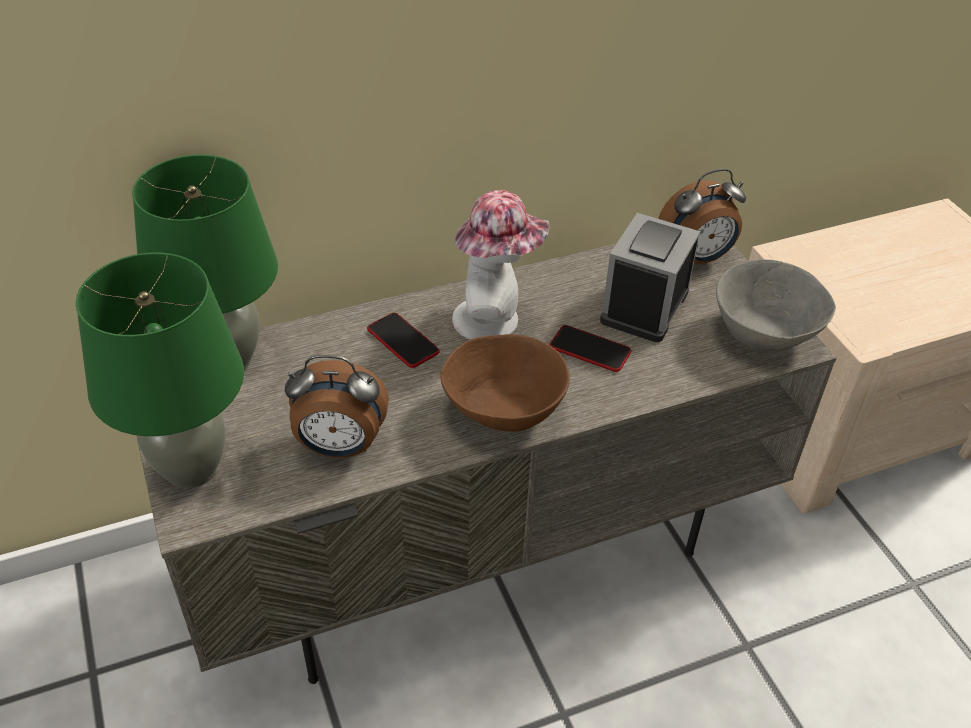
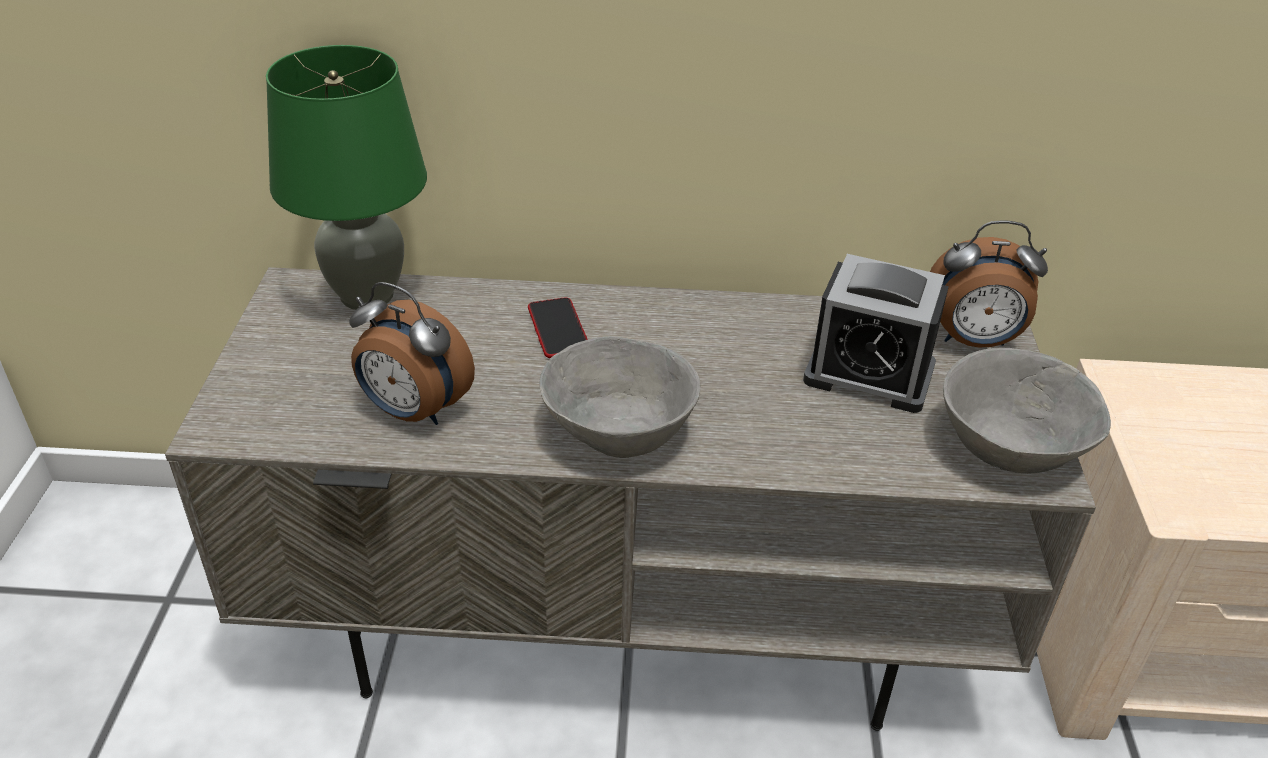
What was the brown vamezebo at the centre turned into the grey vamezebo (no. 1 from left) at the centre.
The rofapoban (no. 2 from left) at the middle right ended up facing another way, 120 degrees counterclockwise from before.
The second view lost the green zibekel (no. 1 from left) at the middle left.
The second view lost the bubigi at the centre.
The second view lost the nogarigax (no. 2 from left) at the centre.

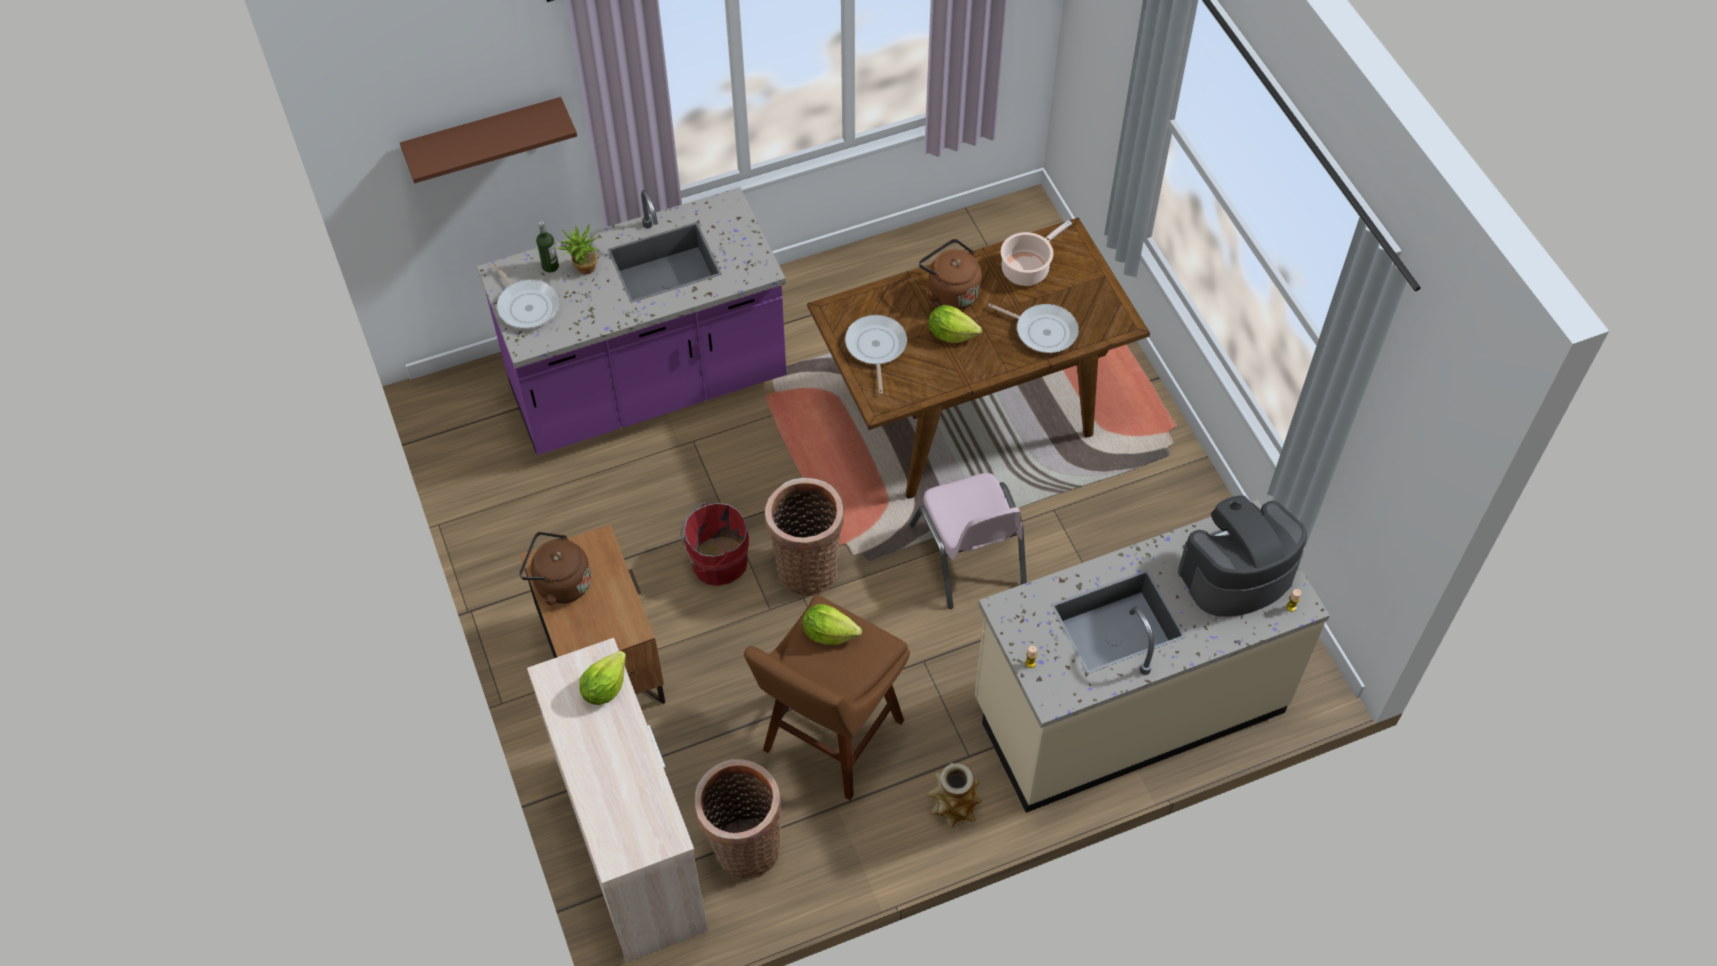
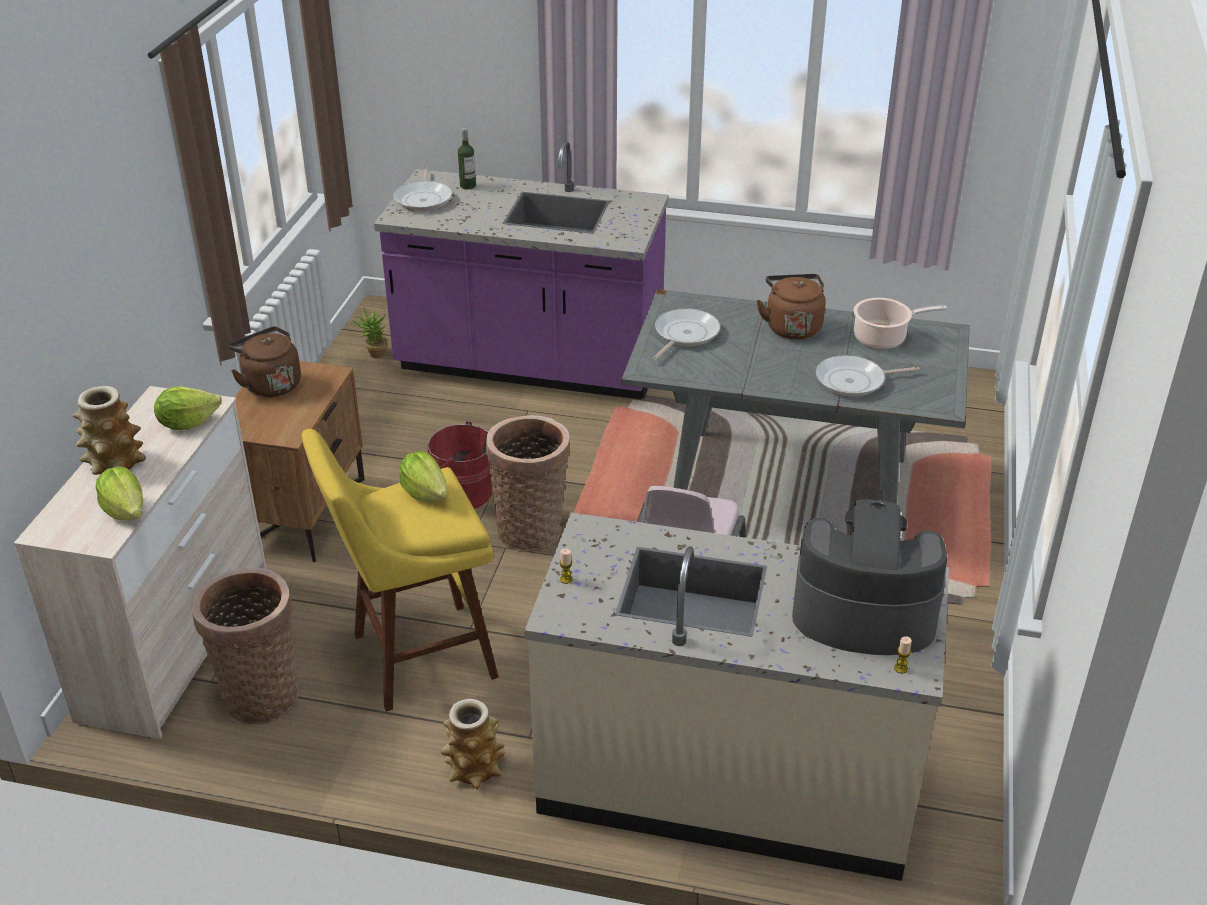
The second view gained the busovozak (no. 1 from left) at the middle left.
The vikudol (no. 3 from left in the first image) ended up elsewhere, having gone from the centre to the middle left.
What was the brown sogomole at the bottom centre turned into the yellow sogomole at the middle left.
The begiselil ended up elsewhere, having gone from the top centre to the middle left.
What was the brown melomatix at the centre turned into the grey melomatix at the centre.
The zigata (no. 3 from left) at the centre ended up facing another way, 105 degrees clockwise from before.
The second view lost the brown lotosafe at the top left.

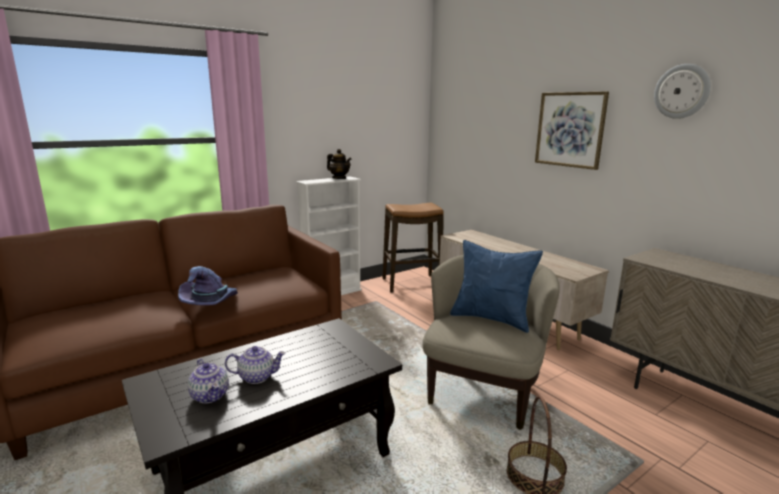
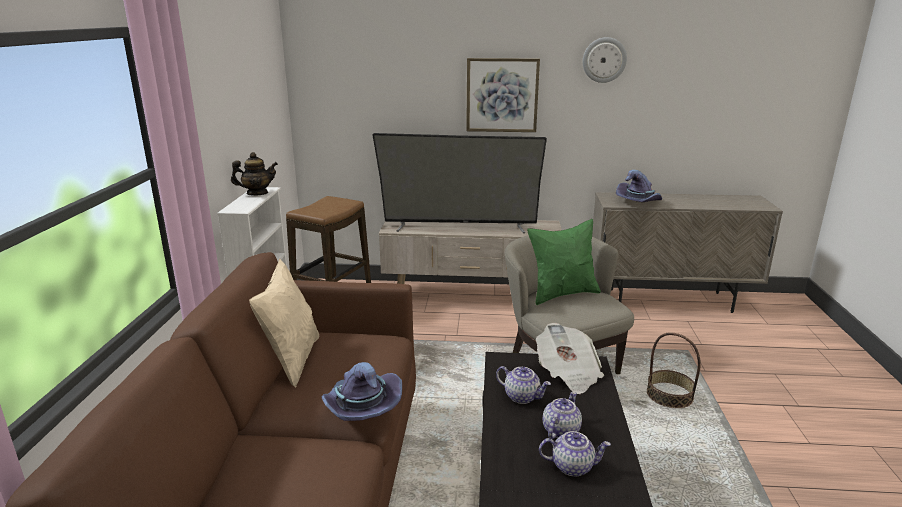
The second view gained the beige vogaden at the middle left.
The second view gained the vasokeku at the centre.
The second view gained the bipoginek (no. 2 from left) at the bottom centre.
What was the blue vogaden at the centre turned into the green vogaden at the centre.
The second view gained the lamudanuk at the bottom centre.
The second view gained the purple bubigi (no. 2 from left) at the middle right.

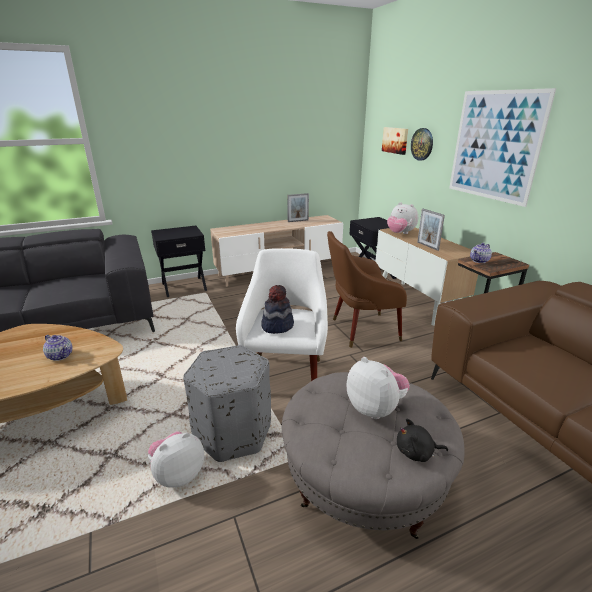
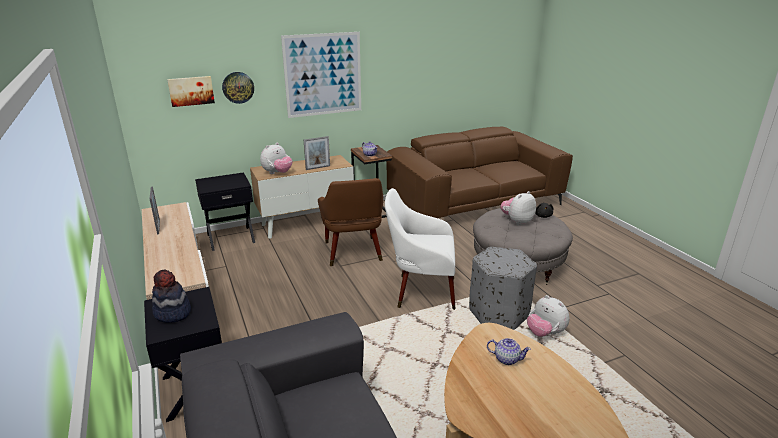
The bubigi ended up elsewhere, having gone from the centre to the bottom left.
The bipoginek (no. 1 from left in the first image) at the middle left ended up facing another way, 75 degrees clockwise from before.

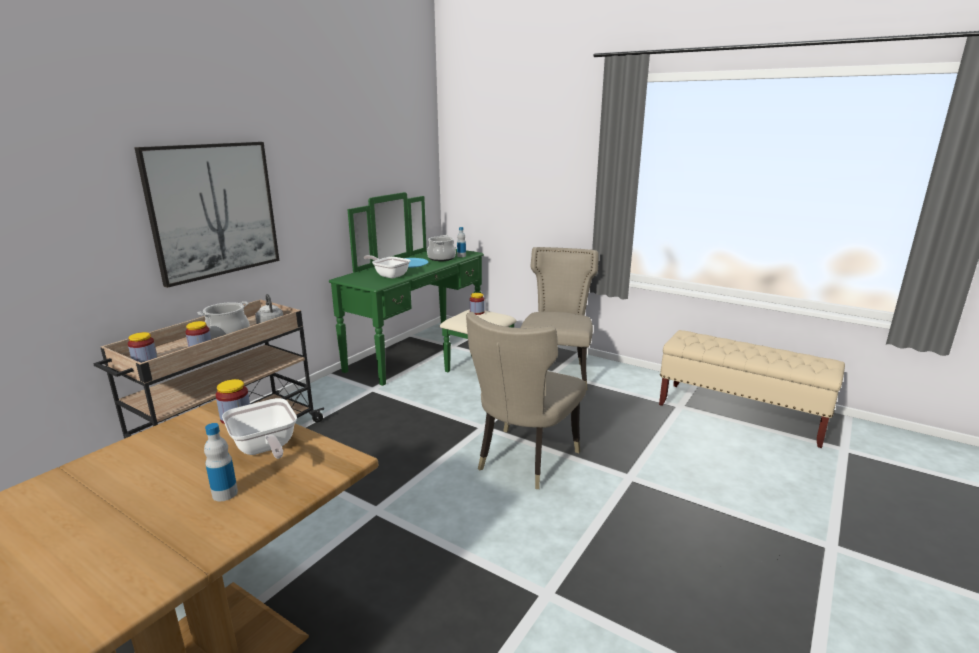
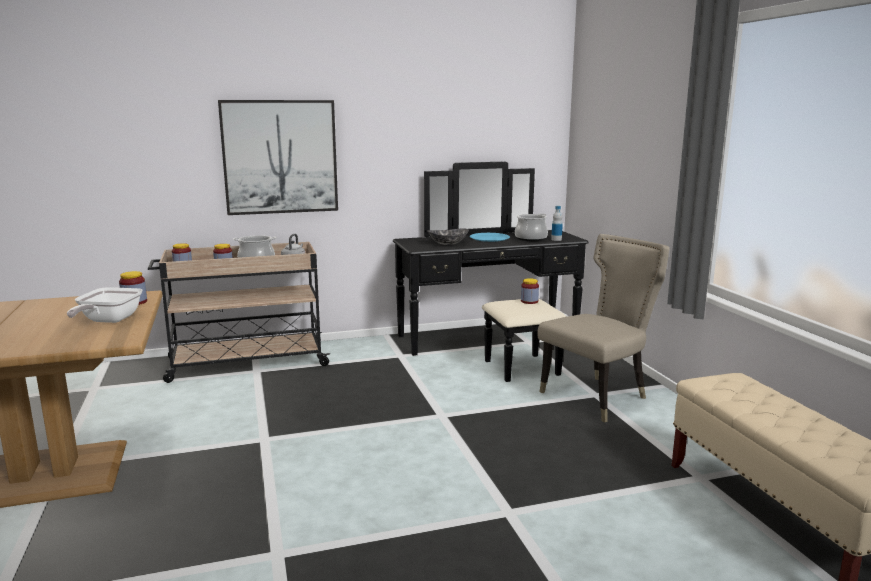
What was the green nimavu at the centre turned into the black nimavu at the centre.
Where the zigata (no. 2 from left) stood at the centre, the vamezebo came to stand at the centre.
The second view lost the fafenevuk (no. 1 from left) at the bottom left.
The second view lost the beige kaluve (no. 1 from left) at the centre.

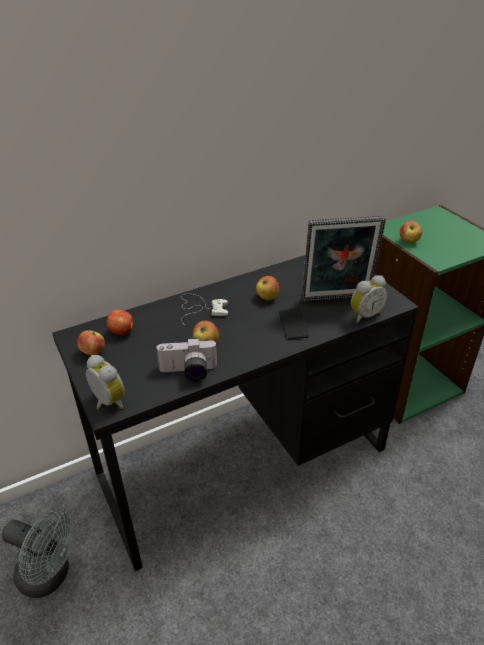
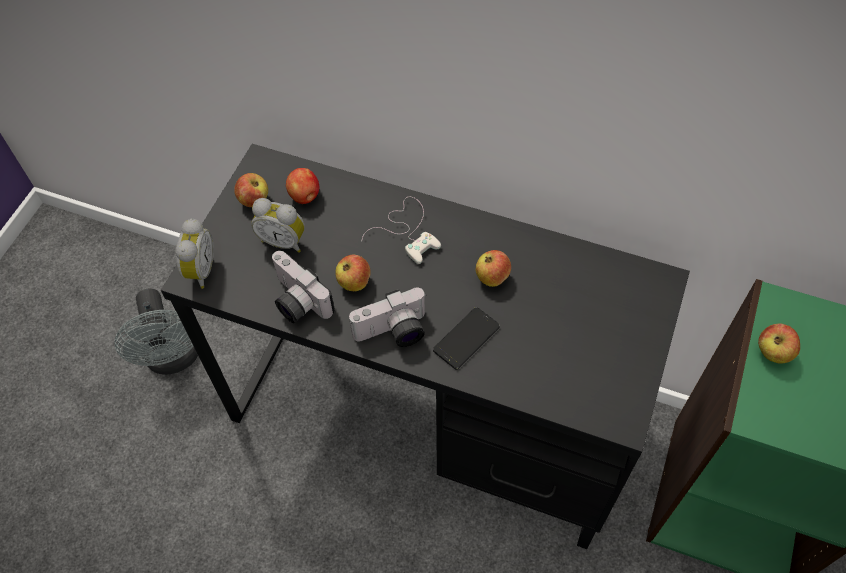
The rofapoban (no. 2 from left) ended up elsewhere, having gone from the middle right to the middle left.
The second view gained the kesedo (no. 2 from left) at the centre.
The second view lost the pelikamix at the middle right.

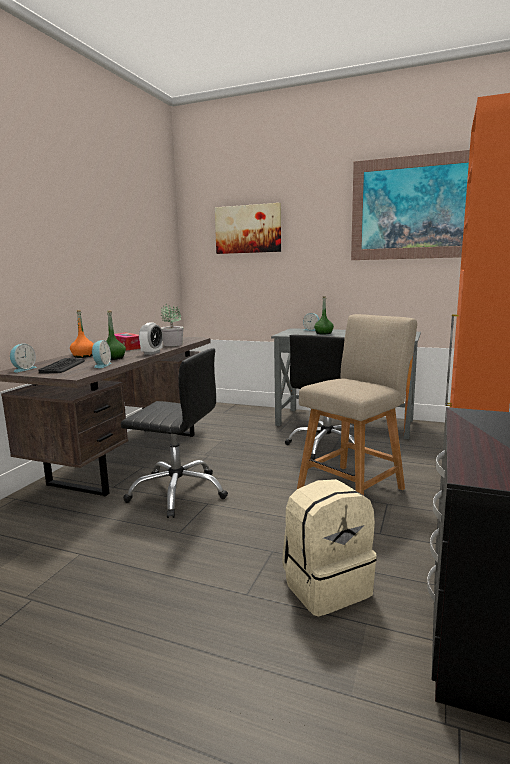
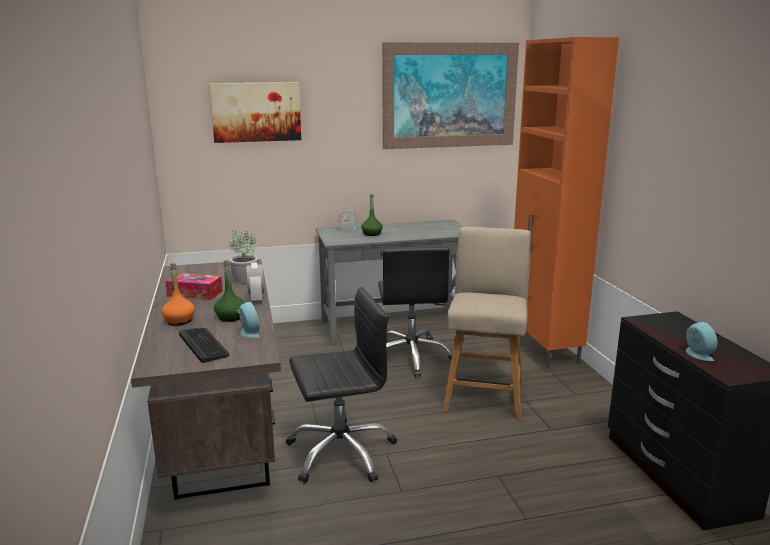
The rofapoban (no. 1 from left in the first image) ended up elsewhere, having gone from the middle left to the middle right.
The second view lost the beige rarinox at the bottom centre.

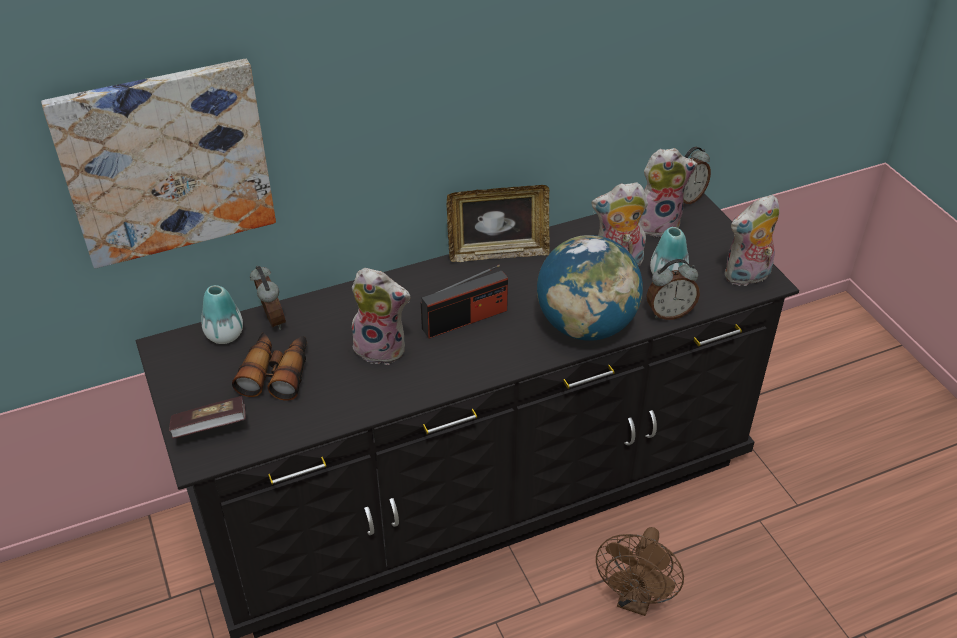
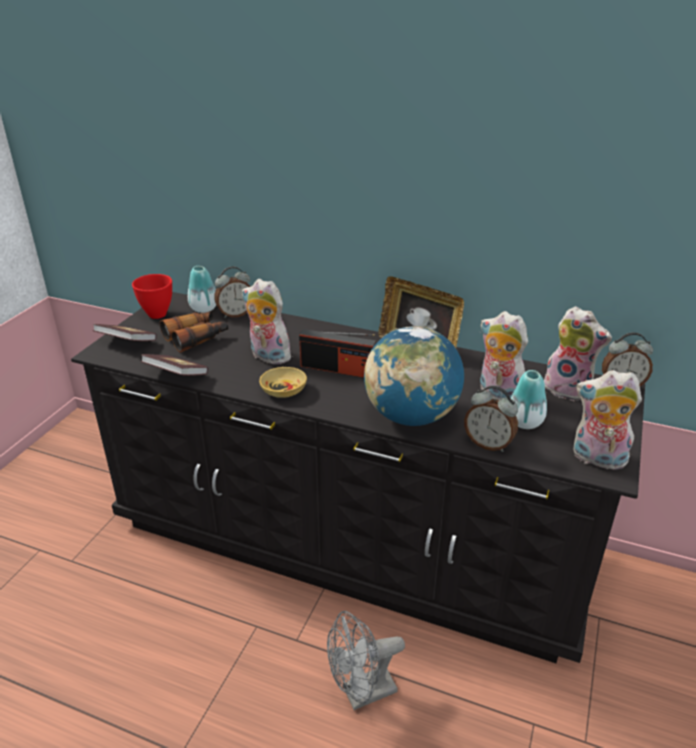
The second view gained the red vamezebo at the middle left.
The second view gained the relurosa (no. 2 from left) at the middle left.
The rofapoban (no. 1 from left) at the middle left ended up facing another way, 45 degrees clockwise from before.
The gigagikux (no. 1 from left) at the centre ended up facing another way, 150 degrees clockwise from before.
The second view gained the beige vamezebo at the centre.
What was the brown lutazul at the bottom right turned into the grey lutazul at the bottom centre.
The second view lost the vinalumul at the top left.

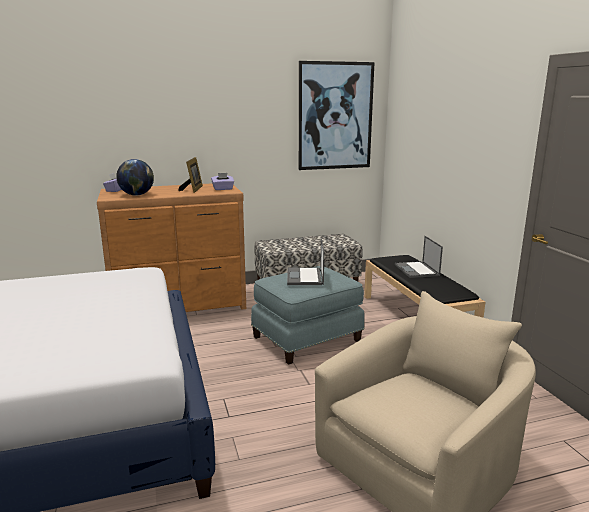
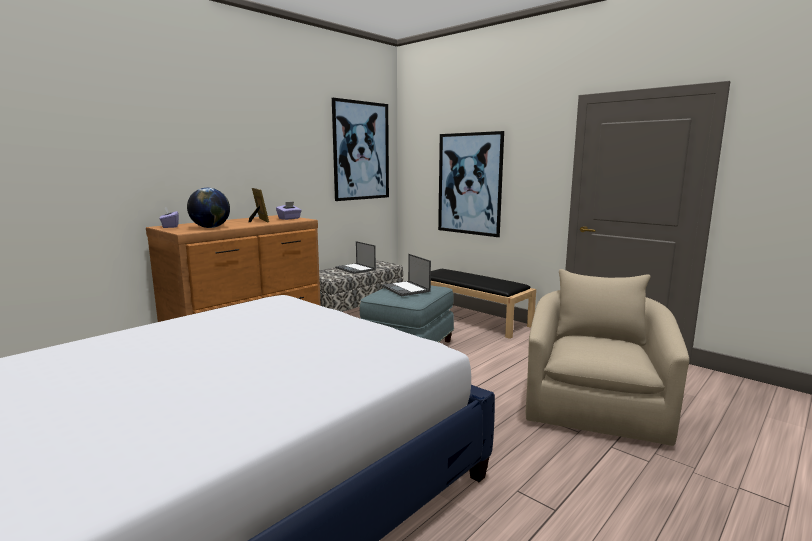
The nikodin (no. 2 from left in the first image) ended up elsewhere, having gone from the middle right to the centre.
The second view gained the vinalumul (no. 2 from left) at the centre.

